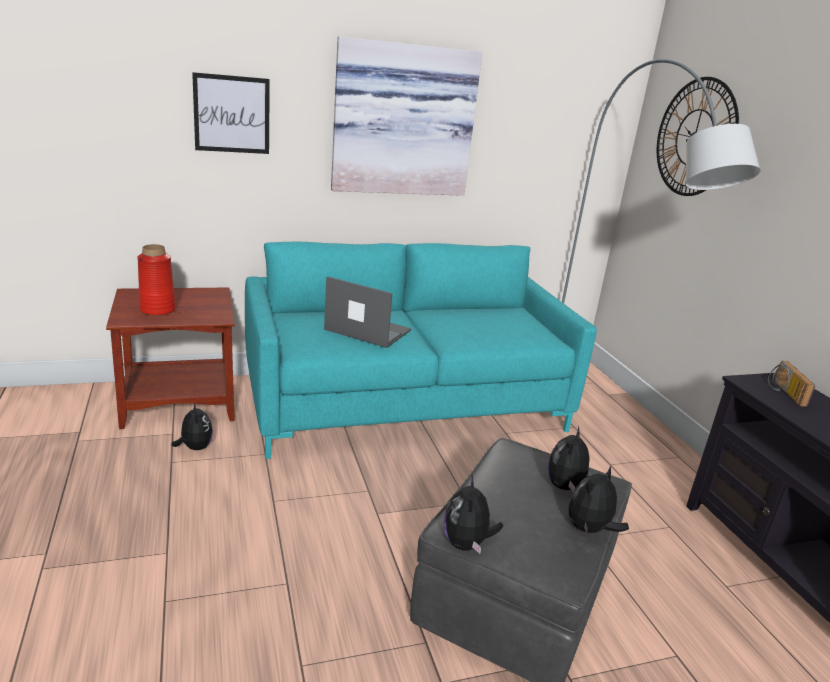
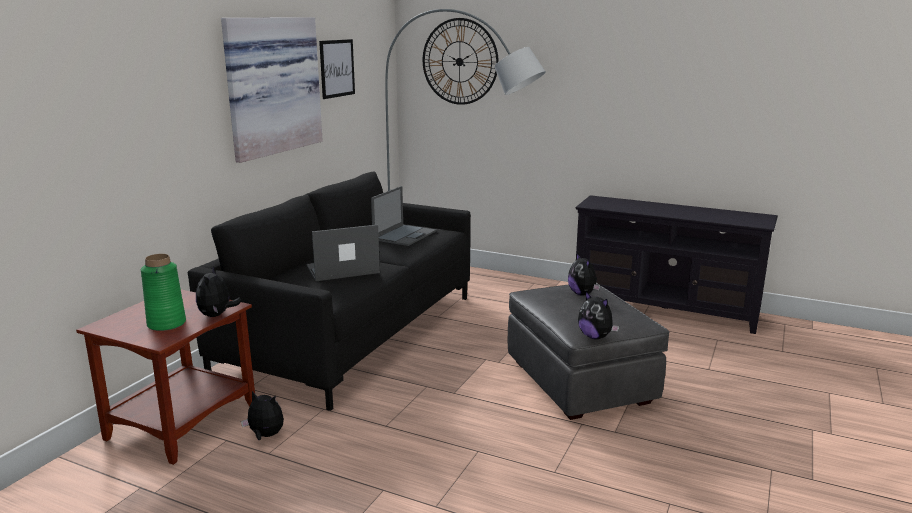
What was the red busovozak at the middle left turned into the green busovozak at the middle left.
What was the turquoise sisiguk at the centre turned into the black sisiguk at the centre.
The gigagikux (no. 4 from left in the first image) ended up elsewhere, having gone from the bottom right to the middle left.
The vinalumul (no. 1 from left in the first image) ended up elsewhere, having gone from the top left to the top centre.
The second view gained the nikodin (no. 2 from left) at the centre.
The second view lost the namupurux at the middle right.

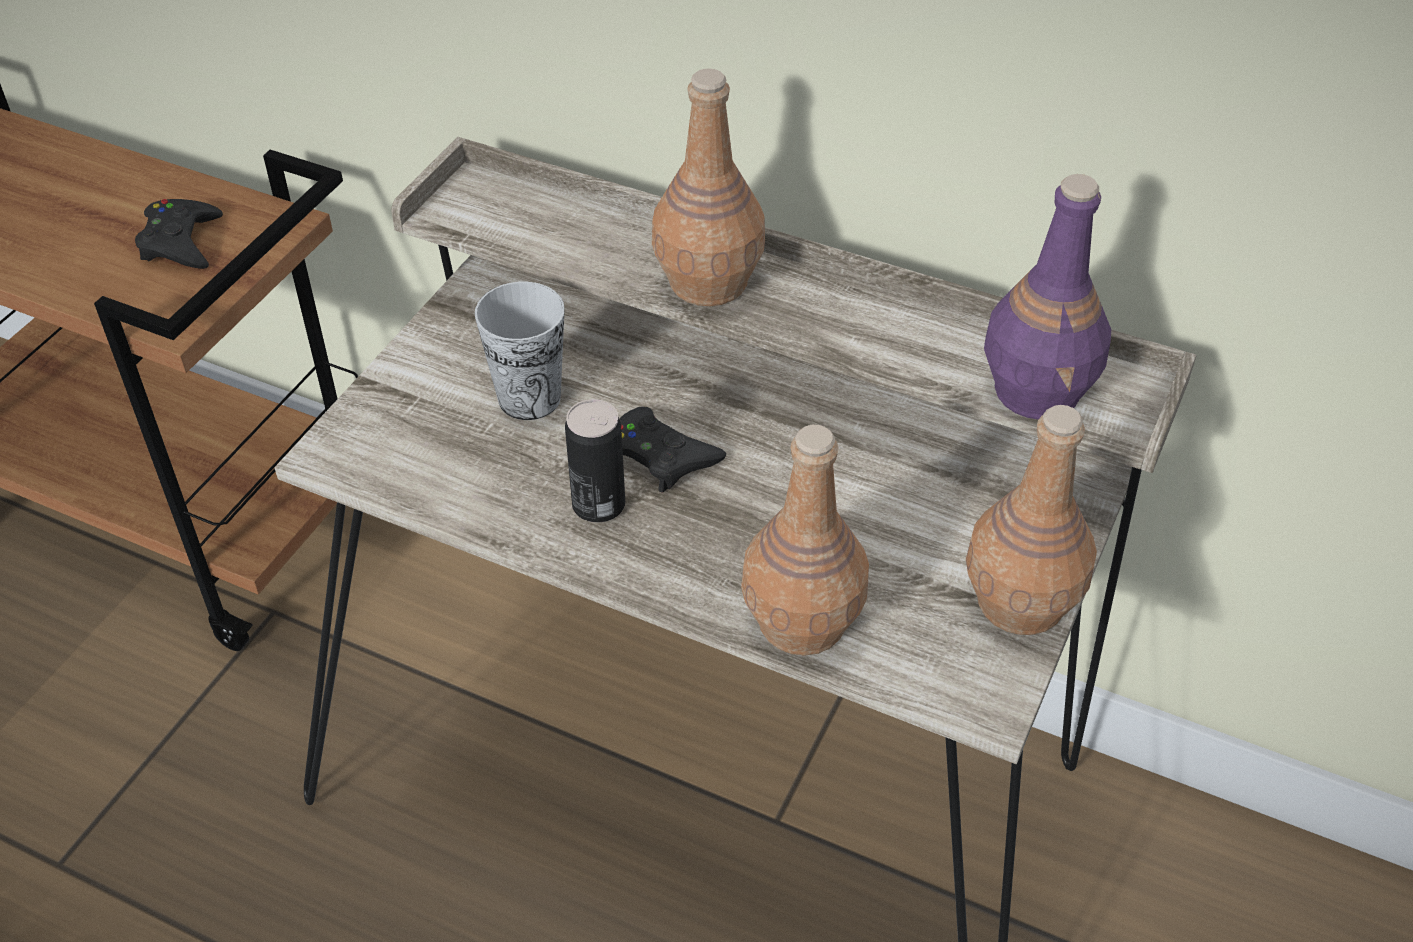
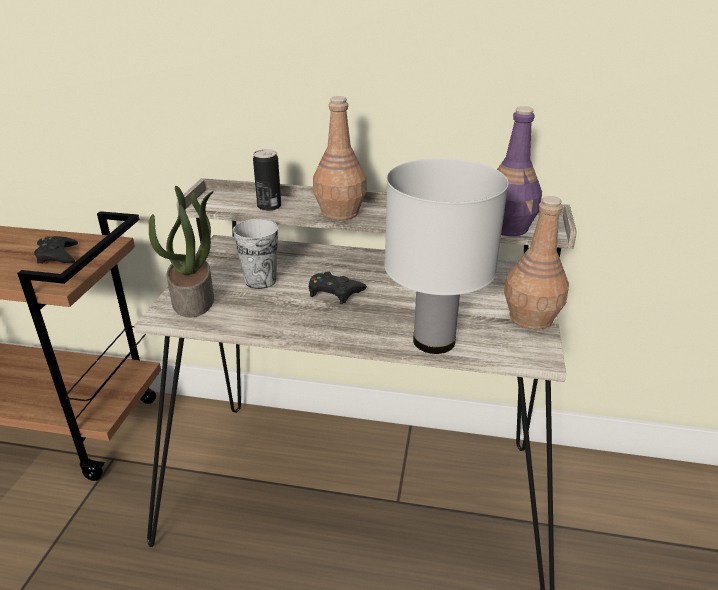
The second view gained the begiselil at the middle left.
The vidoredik ended up elsewhere, having gone from the centre to the top centre.
Where the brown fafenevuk (no. 2 from left) stood at the centre, the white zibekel came to stand at the centre.

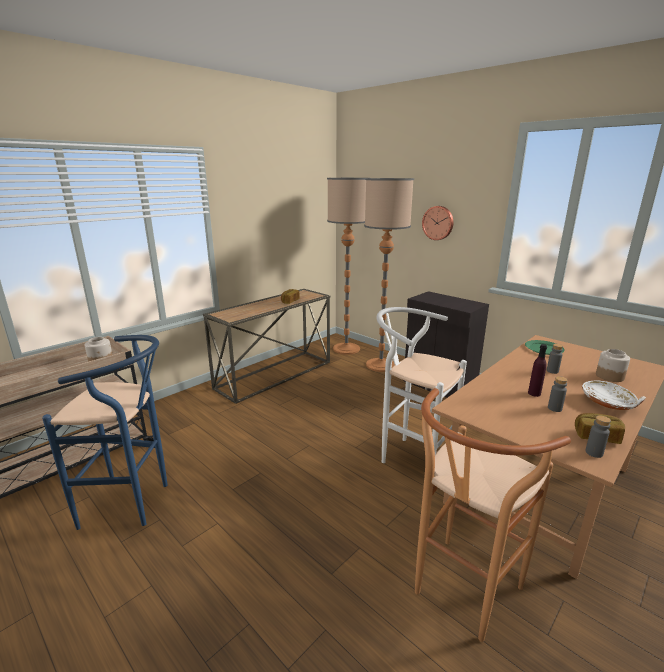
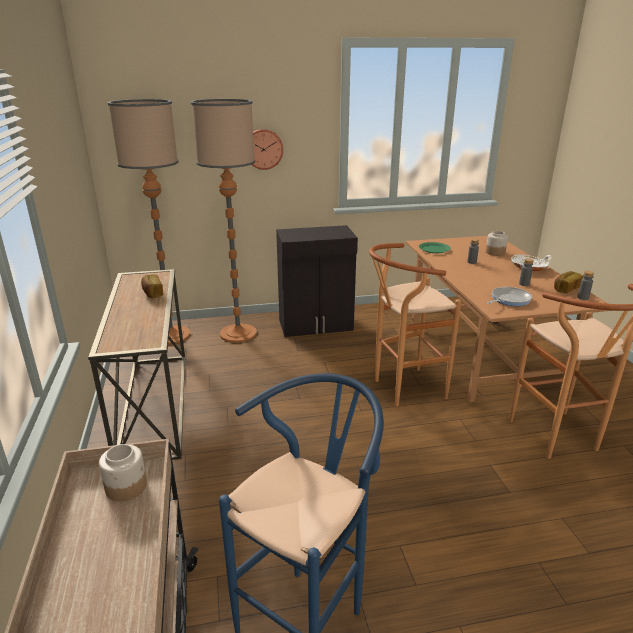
What was the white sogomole at the centre turned into the brown sogomole (no. 1 from left) at the centre.
The second view gained the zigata at the middle right.
The second view lost the purple fafenevuk at the middle right.

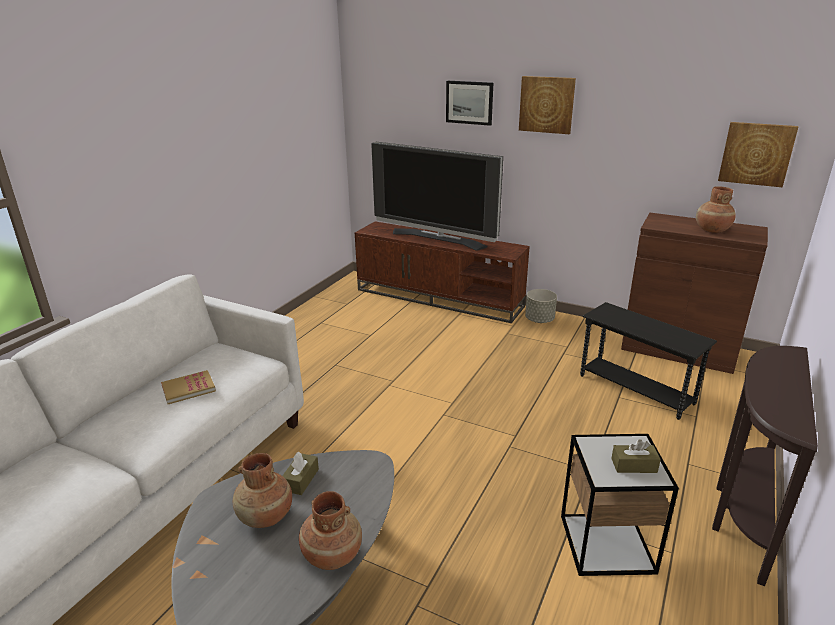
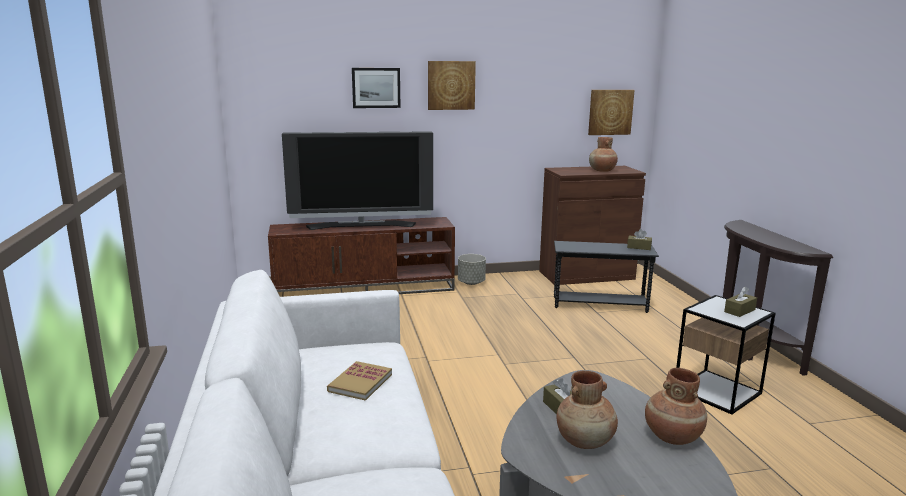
The second view gained the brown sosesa (no. 2 from left) at the middle right.

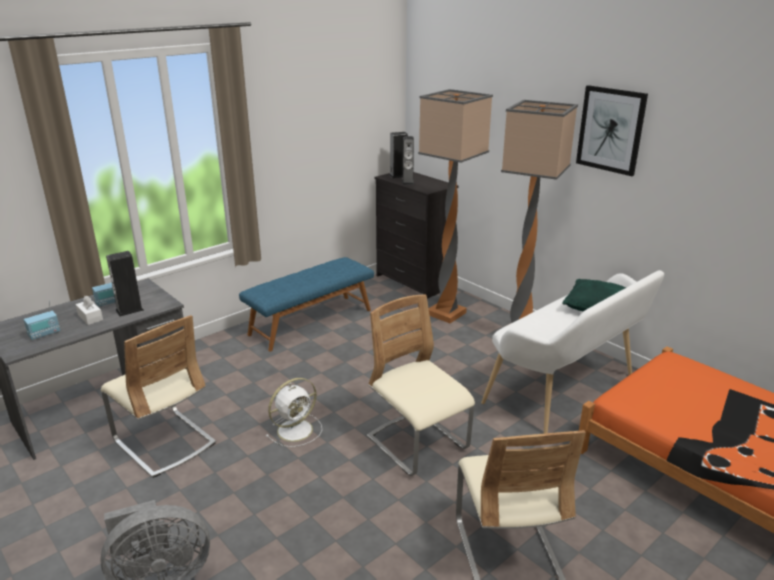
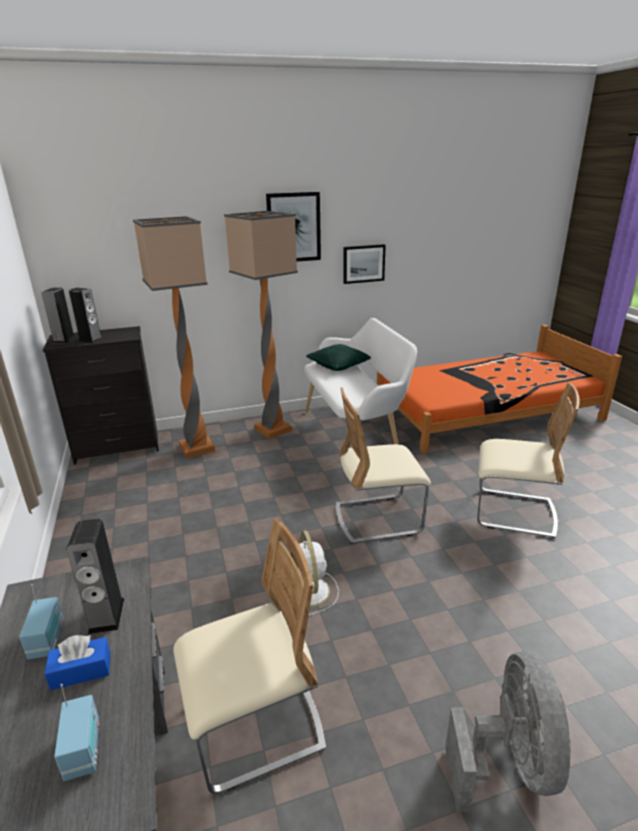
What was the white sosesa at the middle left turned into the blue sosesa at the bottom left.
The second view gained the vinalumul (no. 2 from left) at the top centre.
The second view lost the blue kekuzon at the centre.

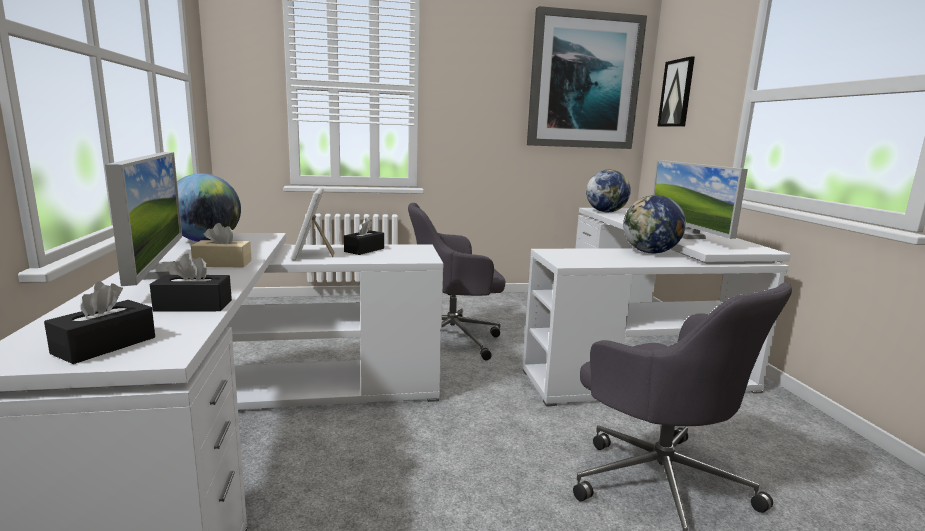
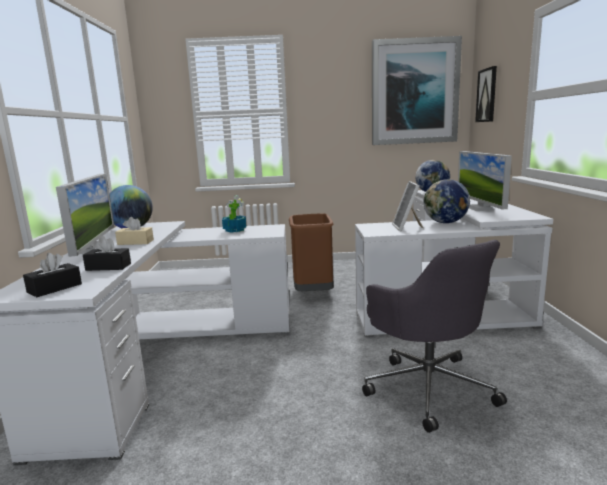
Where the black sosesa (no. 3 from left) stood at the centre, the begiselil came to stand at the centre.
Where the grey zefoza (no. 1 from left) stood at the centre, the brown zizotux came to stand at the centre.
The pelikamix ended up elsewhere, having gone from the centre to the middle right.

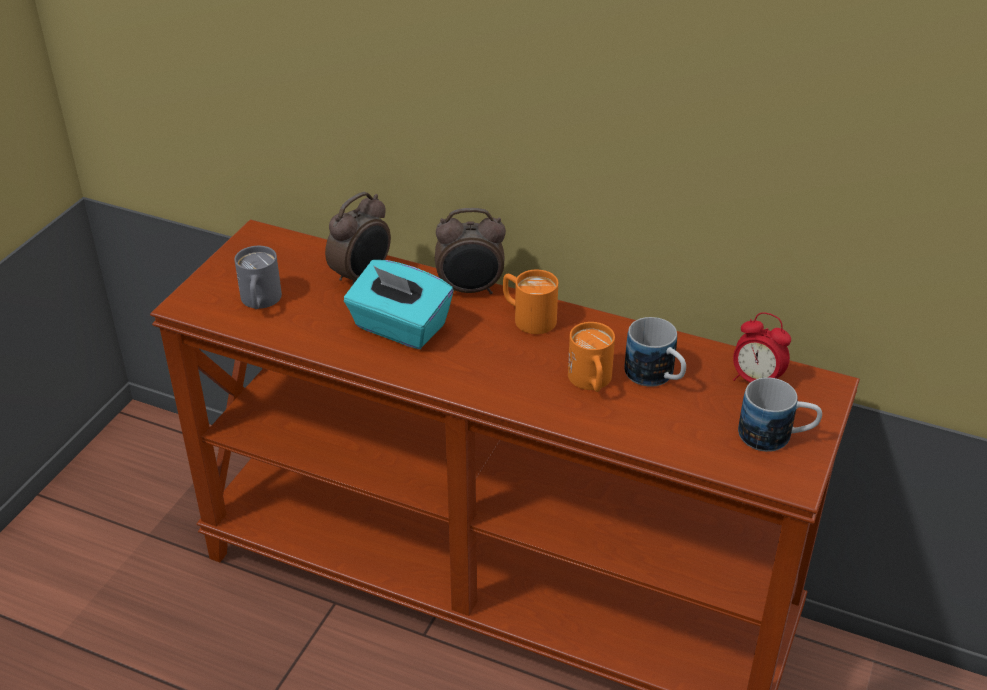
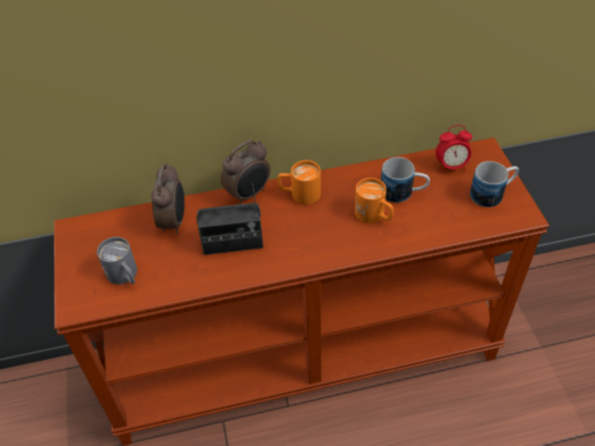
Where the turquoise sosesa stood at the centre, the namupurux came to stand at the centre.

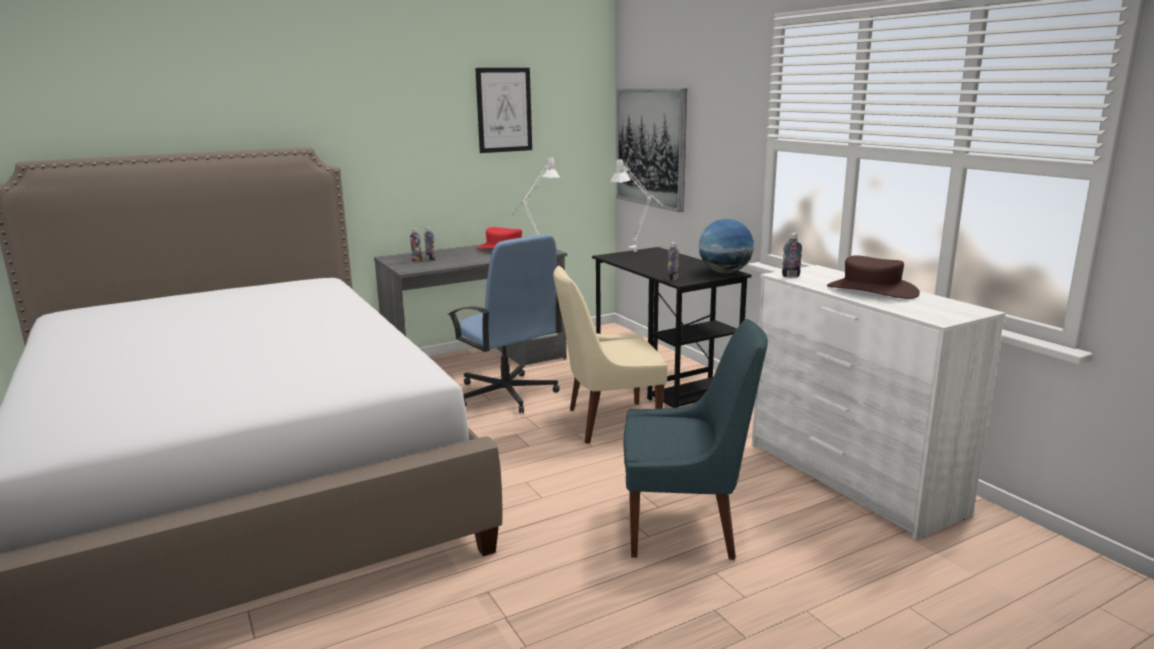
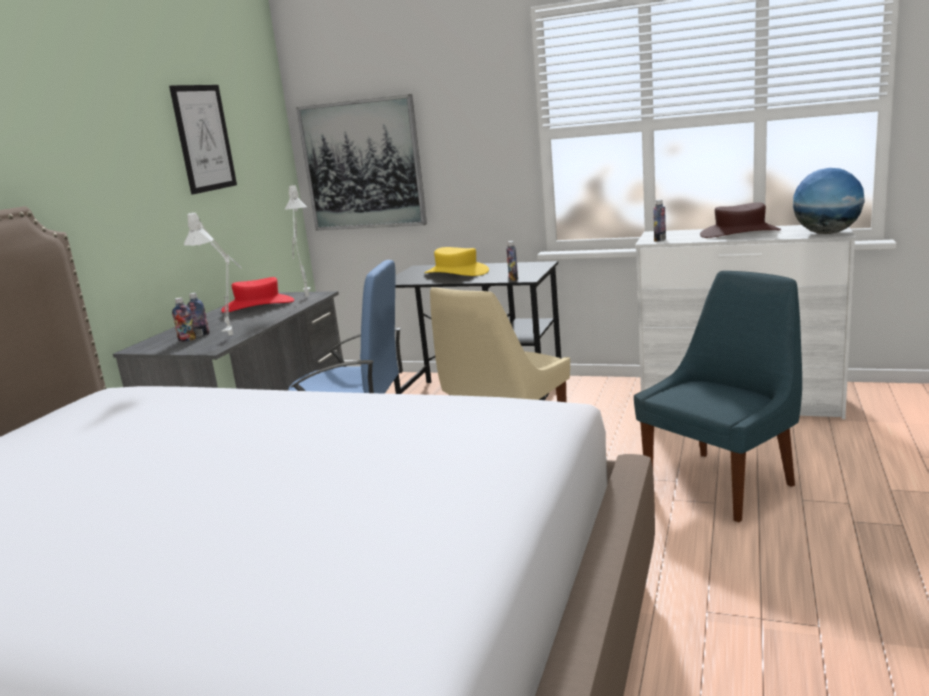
The white zibekel (no. 2 from left in the first image) ended up elsewhere, having gone from the top centre to the middle left.
The second view gained the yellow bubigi at the centre.
The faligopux ended up elsewhere, having gone from the centre to the top right.

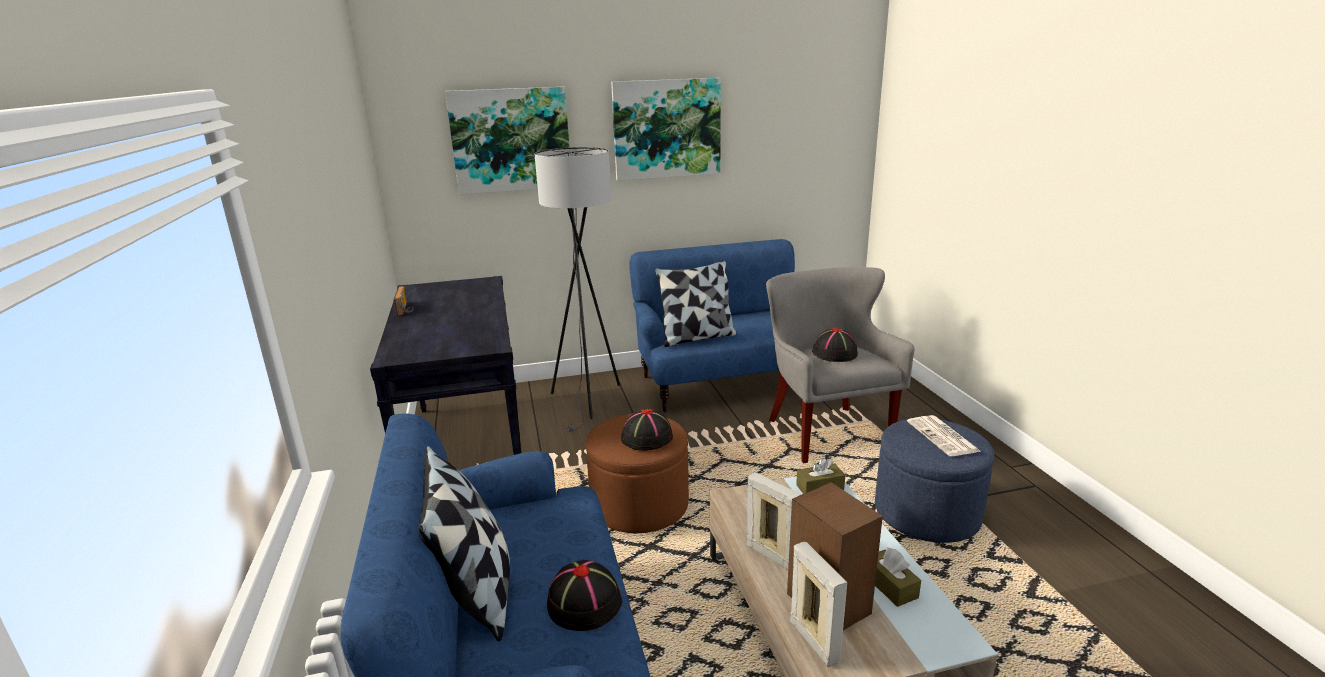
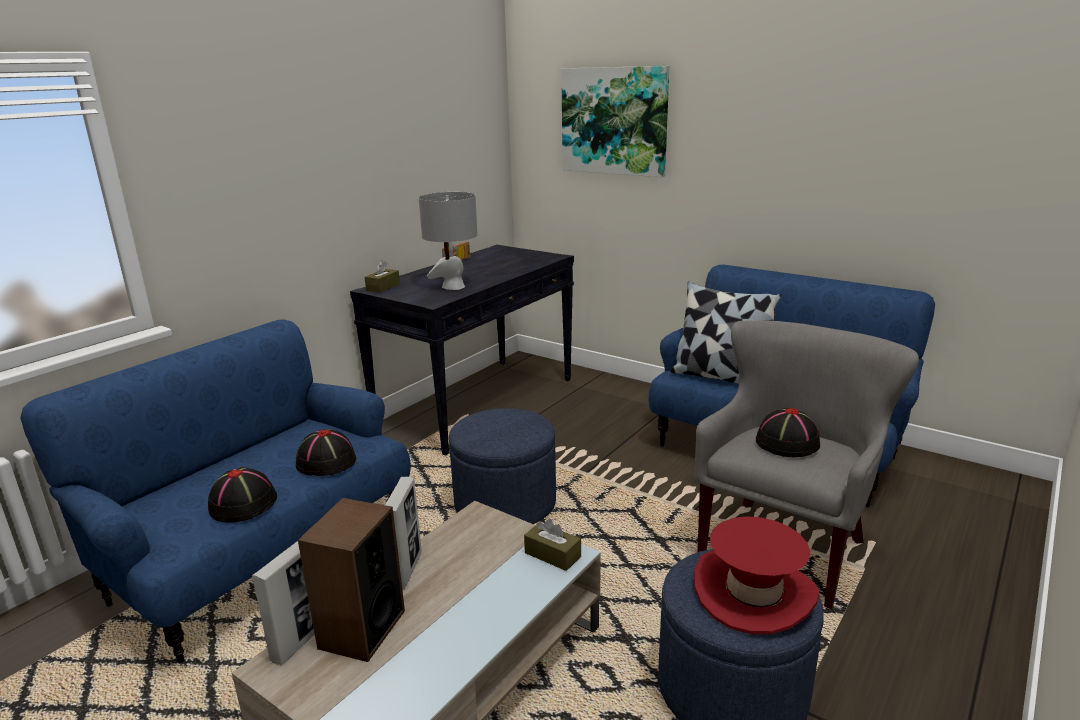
The black bubigi (no. 2 from left) ended up elsewhere, having gone from the centre to the middle left.
The brown sosesa (no. 2 from left in the first image) ended up elsewhere, having gone from the bottom right to the centre.
The second view gained the grey zibekel at the centre.
What was the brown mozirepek at the bottom centre turned into the blue mozirepek (no. 1 from left) at the centre.
Where the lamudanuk stood at the middle right, the red bubigi came to stand at the bottom right.
The second view lost the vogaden (no. 1 from left) at the bottom centre.
The second view lost the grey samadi at the centre.
The second view lost the vinalumul (no. 2 from left) at the top centre.

